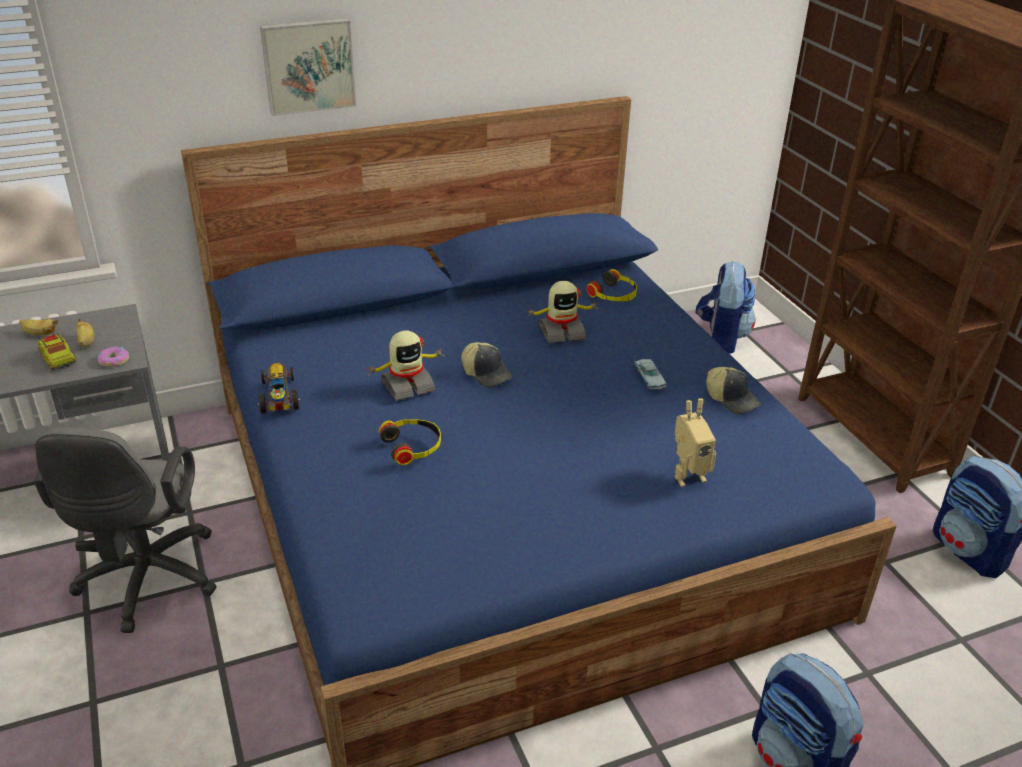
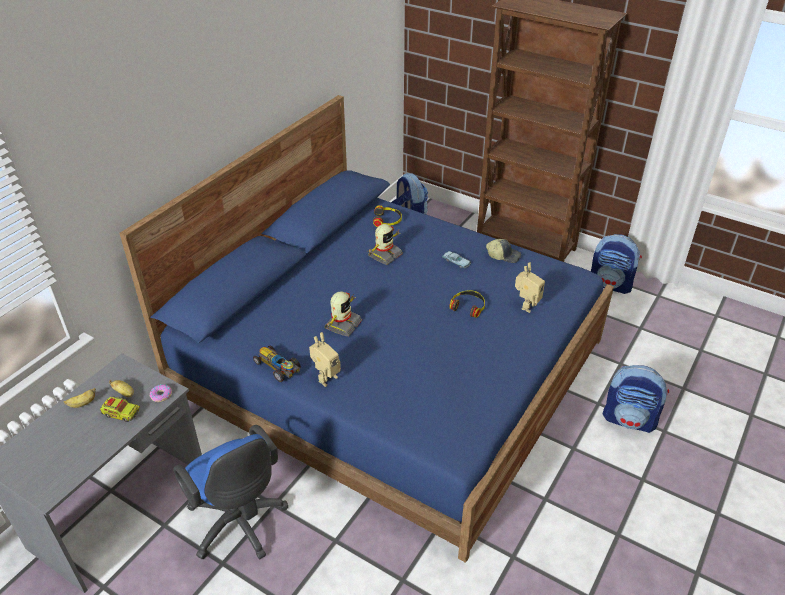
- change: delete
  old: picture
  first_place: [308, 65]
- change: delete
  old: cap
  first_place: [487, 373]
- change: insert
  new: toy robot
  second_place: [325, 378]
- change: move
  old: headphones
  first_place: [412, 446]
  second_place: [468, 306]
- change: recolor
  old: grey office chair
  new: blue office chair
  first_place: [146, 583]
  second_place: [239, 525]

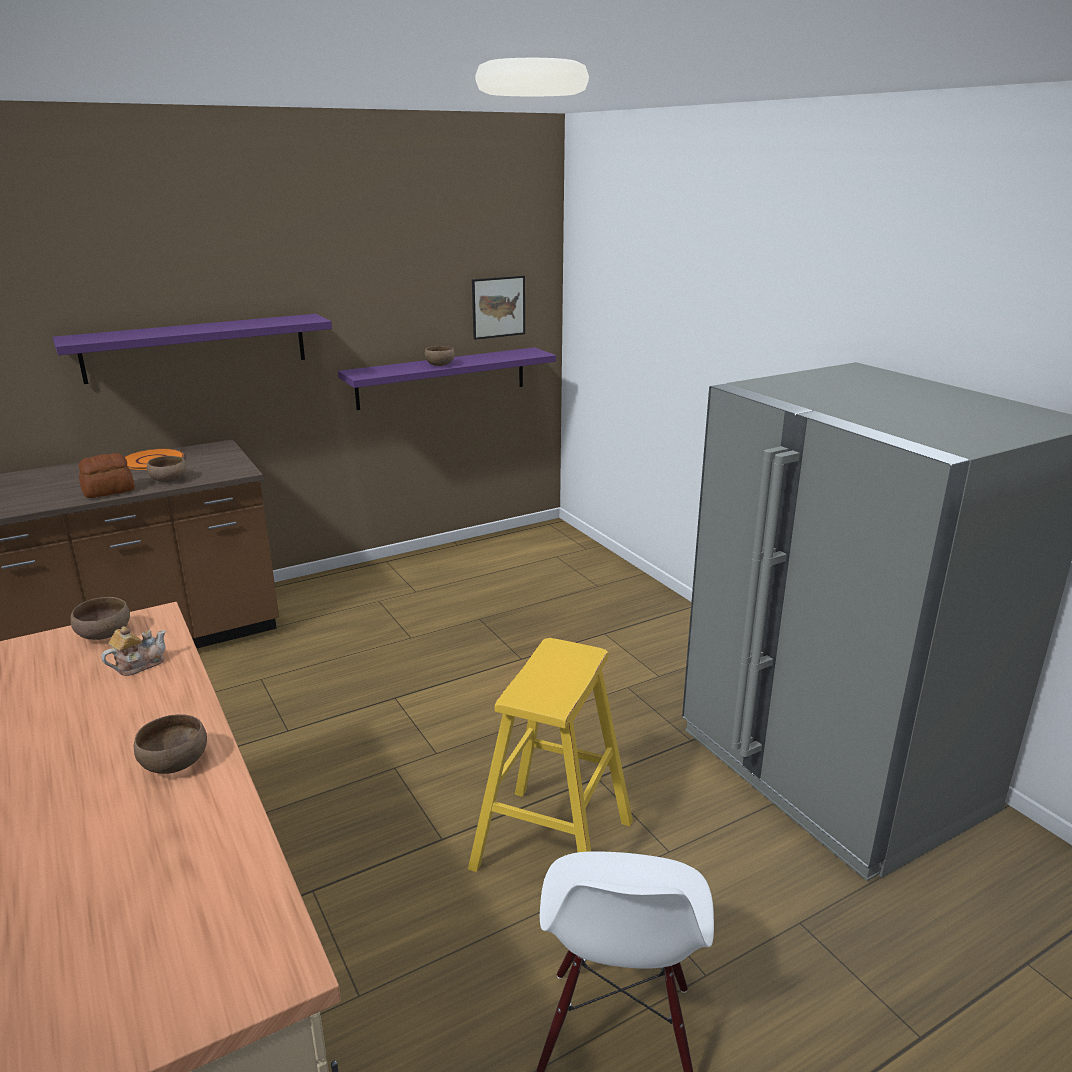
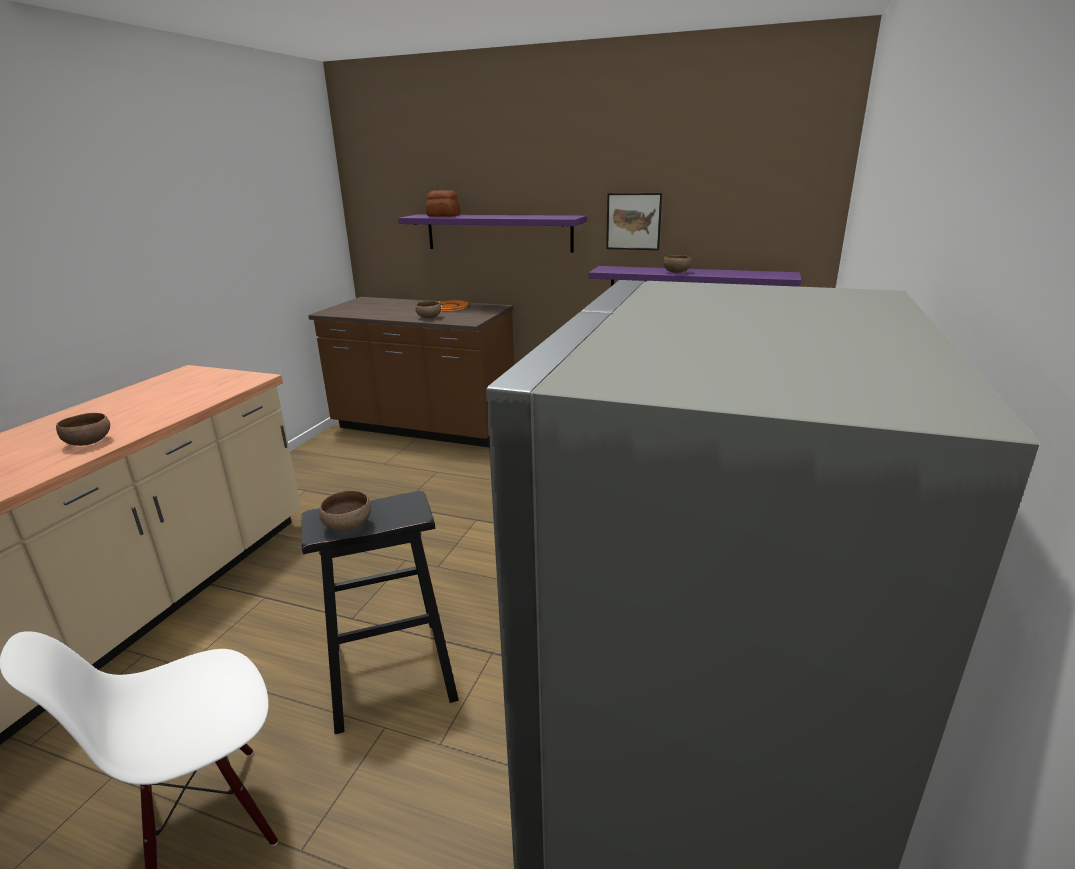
- change: delete
  old: teapot
  first_place: [138, 665]
- change: move
  old: brown bowl
  first_place: [105, 635]
  second_place: [348, 526]
- change: move
  old: bread
  first_place: [108, 491]
  second_place: [443, 216]
- change: move
  old: picture
  first_place: [498, 307]
  second_place: [633, 221]
- change: recolor
  old: yellow stool
  new: black stool
  first_place: [553, 844]
  second_place: [391, 672]

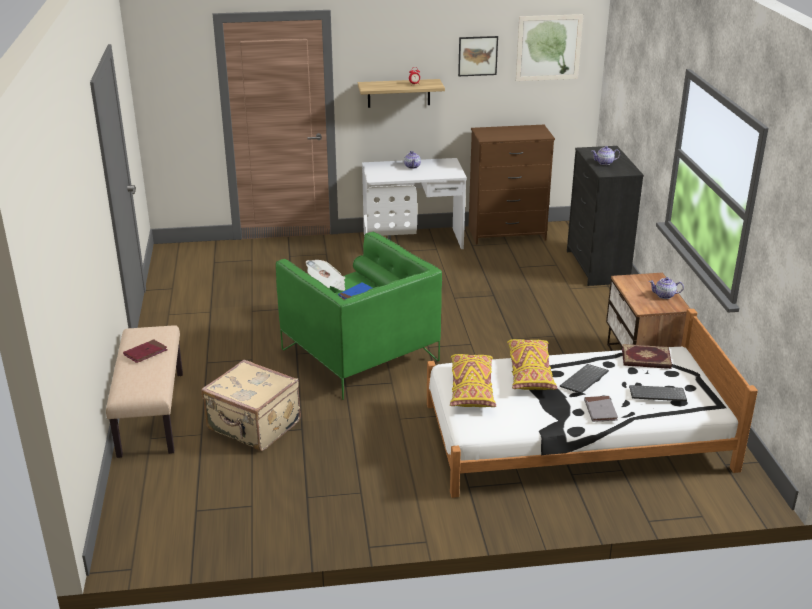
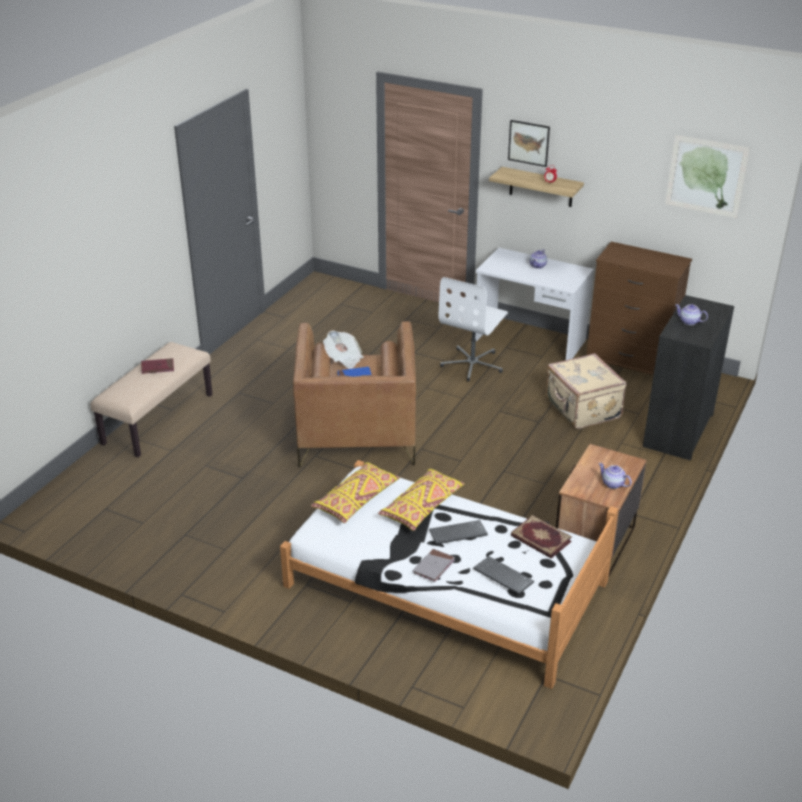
- change: move
  old: beige suitcase
  first_place: [253, 426]
  second_place: [582, 409]
- change: move
  old: picture
  first_place: [477, 56]
  second_place: [528, 143]
- change: recolor
  old: green armchair
  new: brown armchair
  first_place: [360, 355]
  second_place: [357, 433]

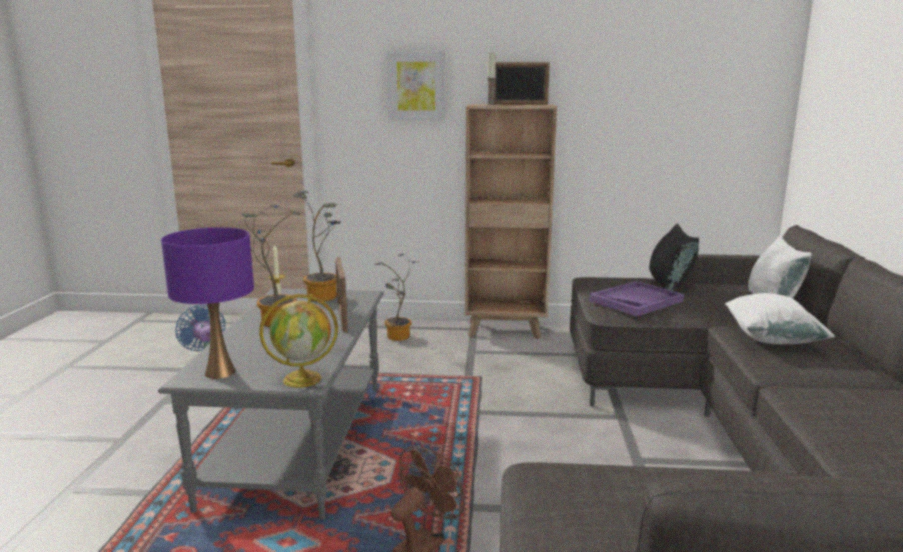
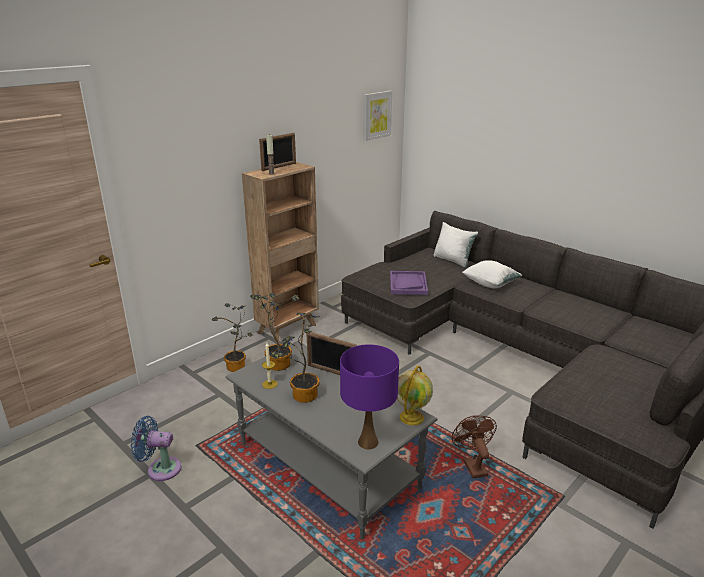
- change: delete
  old: black pillow
  first_place: [669, 285]
- change: move
  old: picture
  first_place: [416, 86]
  second_place: [376, 115]

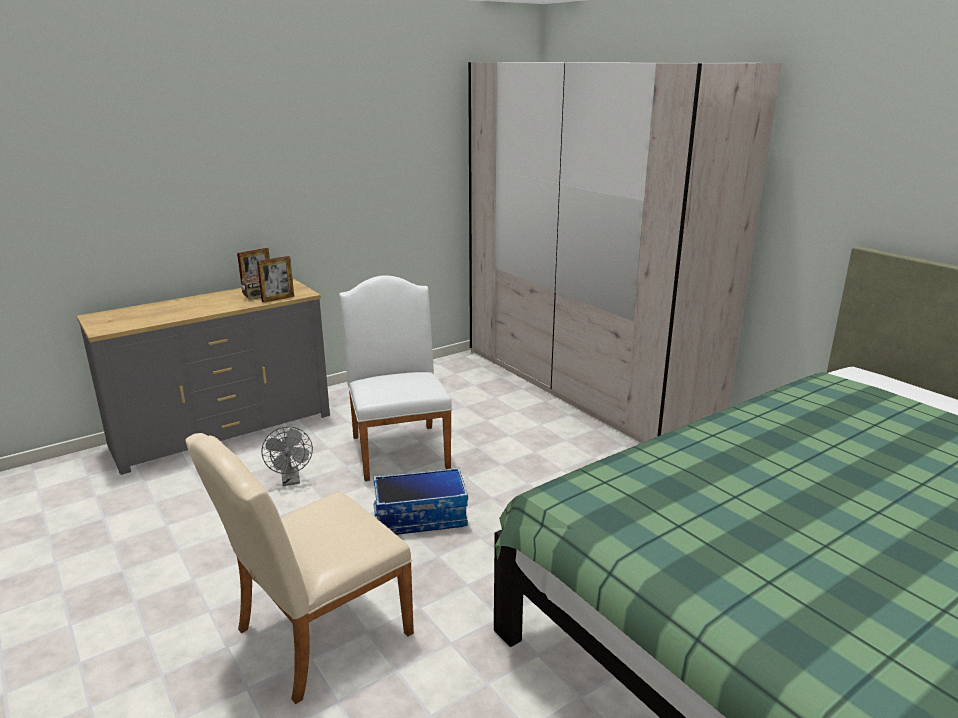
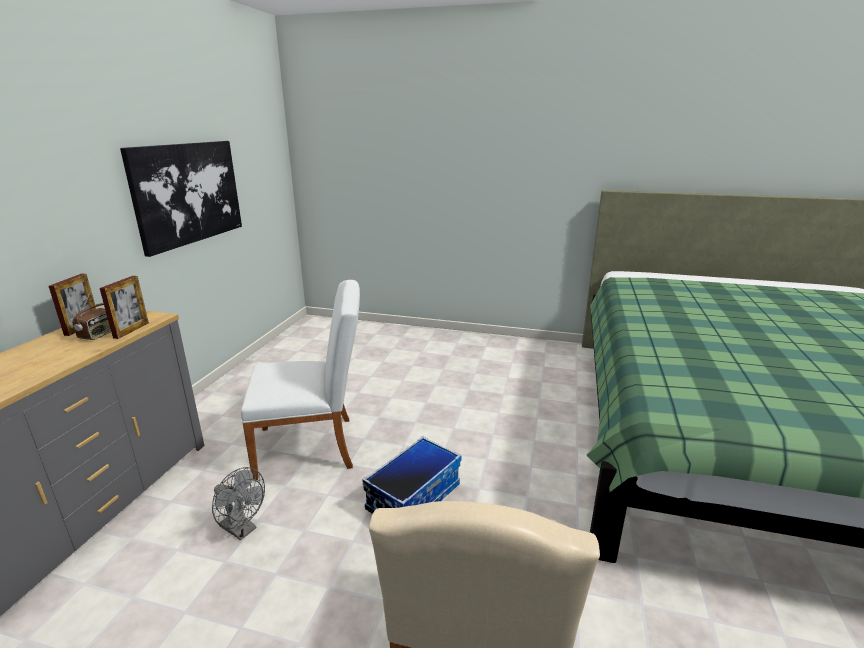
- change: delete
  old: beige wardrobe
  first_place: [584, 385]
- change: insert
  new: picture
  second_place: [188, 193]
- change: rotate
  old: white chair
  first_place: [399, 447]
  second_place: [314, 446]
  degrees: 135

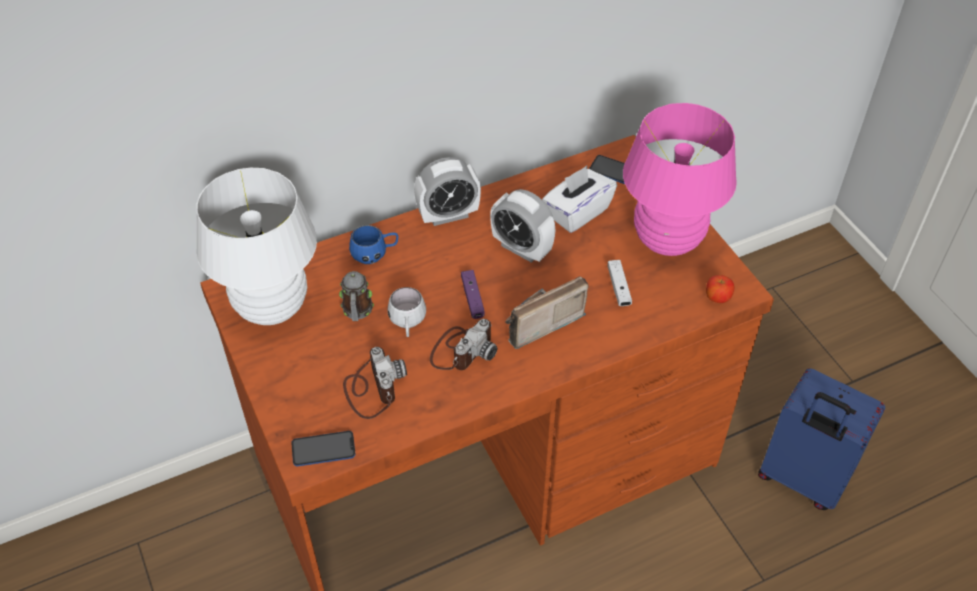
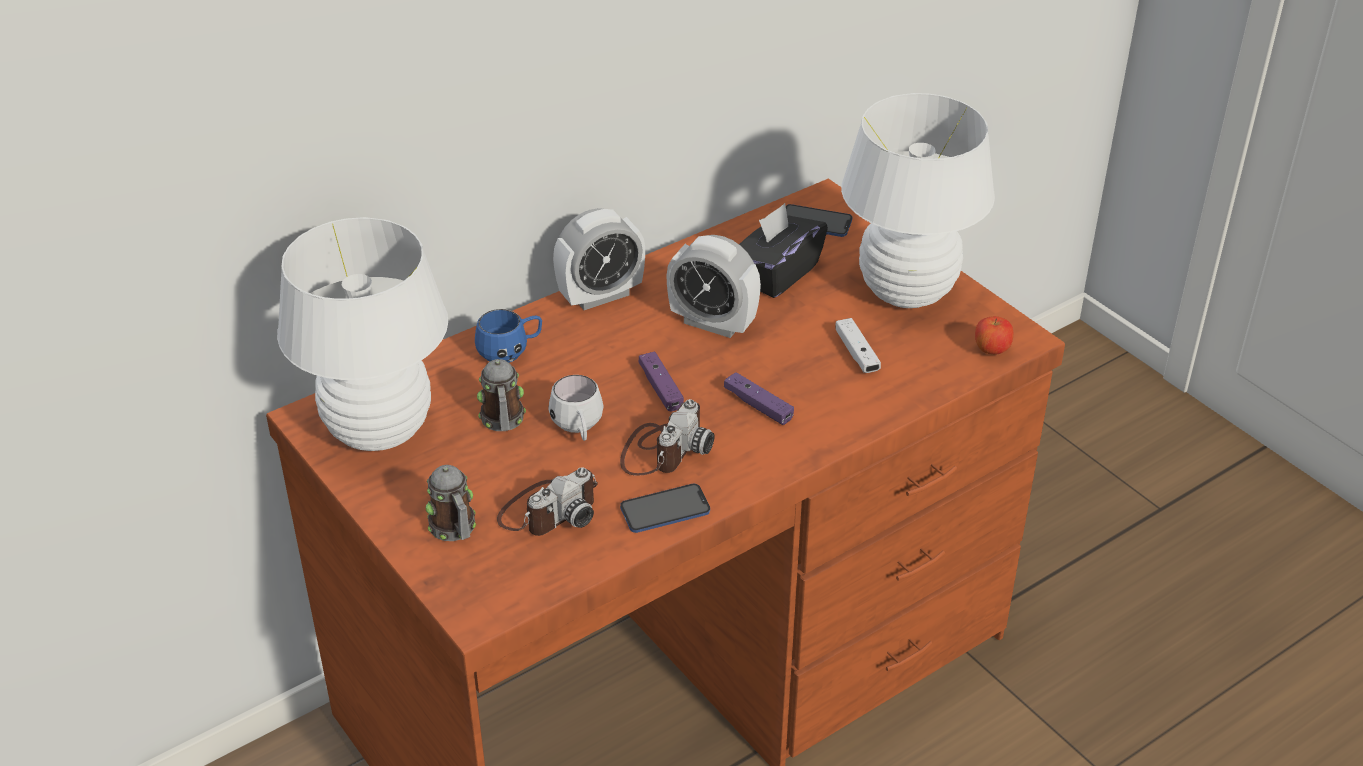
- change: delete
  old: blue suitcase
  first_place: [801, 479]
- change: insert
  new: mug
  second_place: [455, 530]
- change: move
  old: phone
  first_place: [323, 449]
  second_place: [665, 510]
- change: replace
  old: radio
  new: purple game controller
  first_place: [537, 322]
  second_place: [758, 405]
- change: recolor
  old: white tissue box
  new: black tissue box
  first_place: [577, 212]
  second_place: [777, 274]
- change: recolor
  old: pink table lamp
  new: white table lamp
  first_place: [667, 240]
  second_place: [906, 292]
- change: rotate
  old: photo camera
  first_place: [372, 388]
  second_place: [549, 511]
  degrees: 75

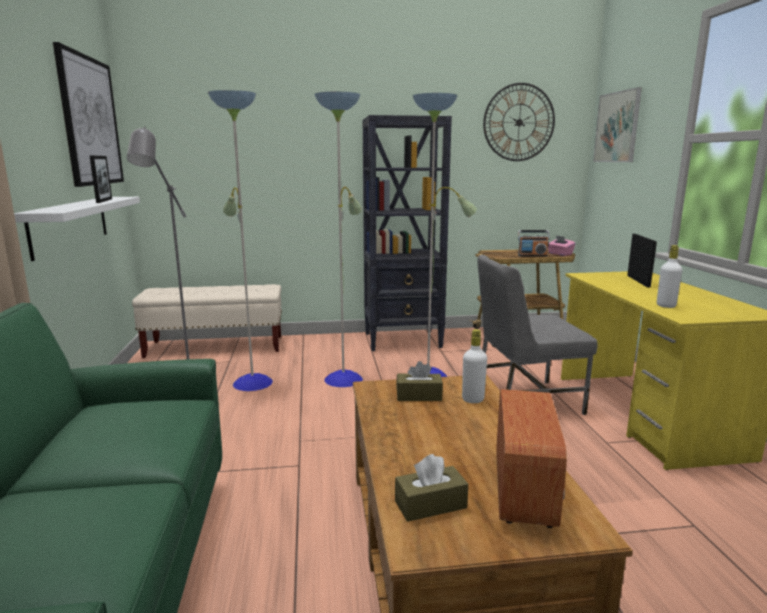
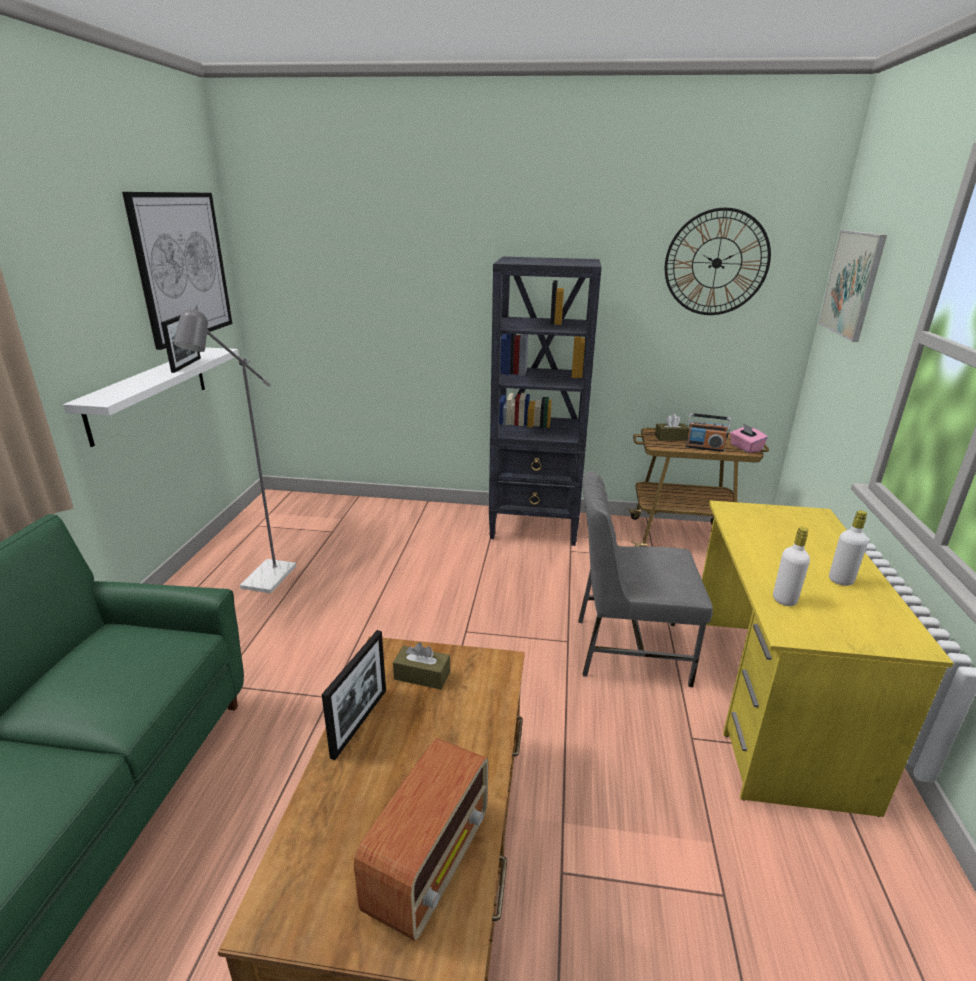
- change: delete
  old: beige bench
  first_place: [215, 347]
- change: delete
  old: floor lamp
  first_place: [343, 378]
- change: move
  old: brown tissue box
  first_place: [430, 504]
  second_place: [671, 438]
- change: move
  old: white bottle
  first_place: [473, 399]
  second_place: [841, 580]
- change: move
  old: picture frame
  first_place: [638, 281]
  second_place: [359, 722]

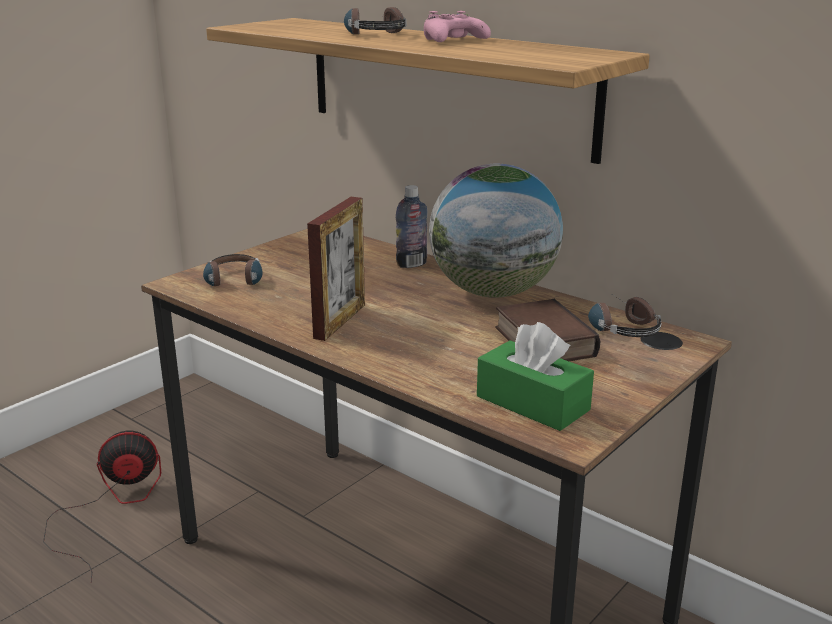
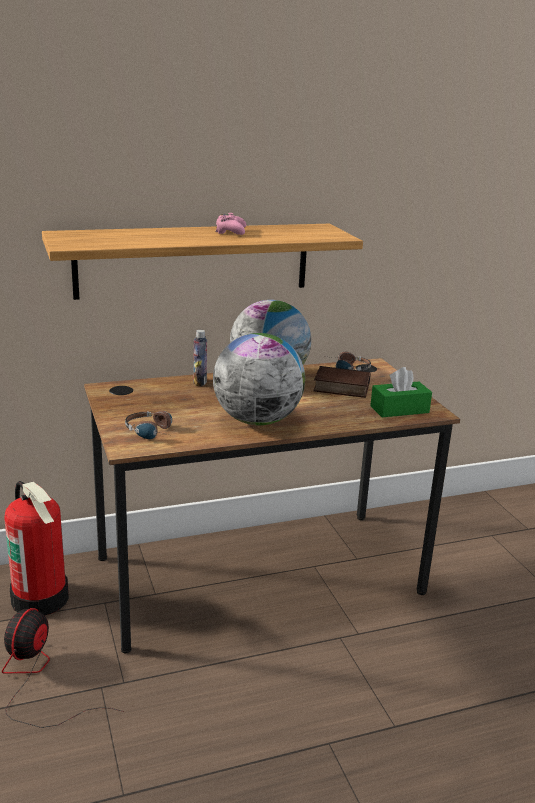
- change: delete
  old: headphones
  first_place: [374, 33]
- change: insert
  new: fire extinguisher
  second_place: [41, 598]
- change: replace
  old: picture frame
  new: globe
  first_place: [340, 321]
  second_place: [257, 420]

